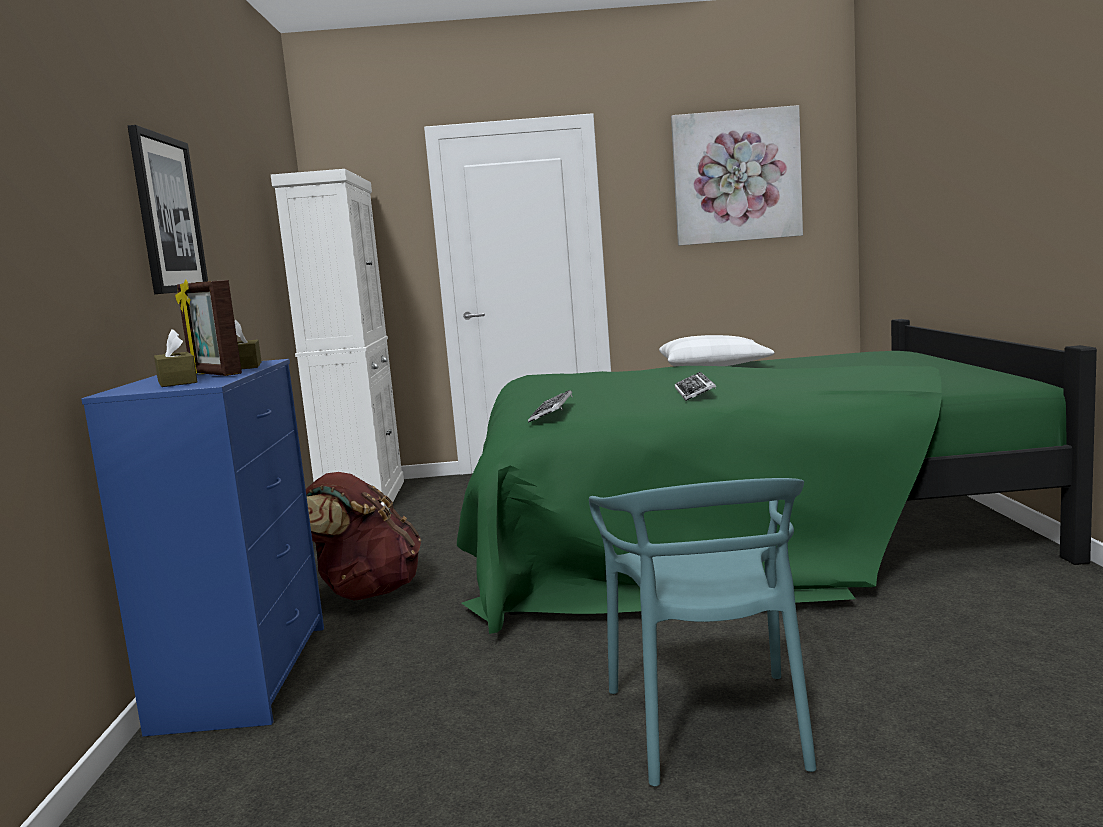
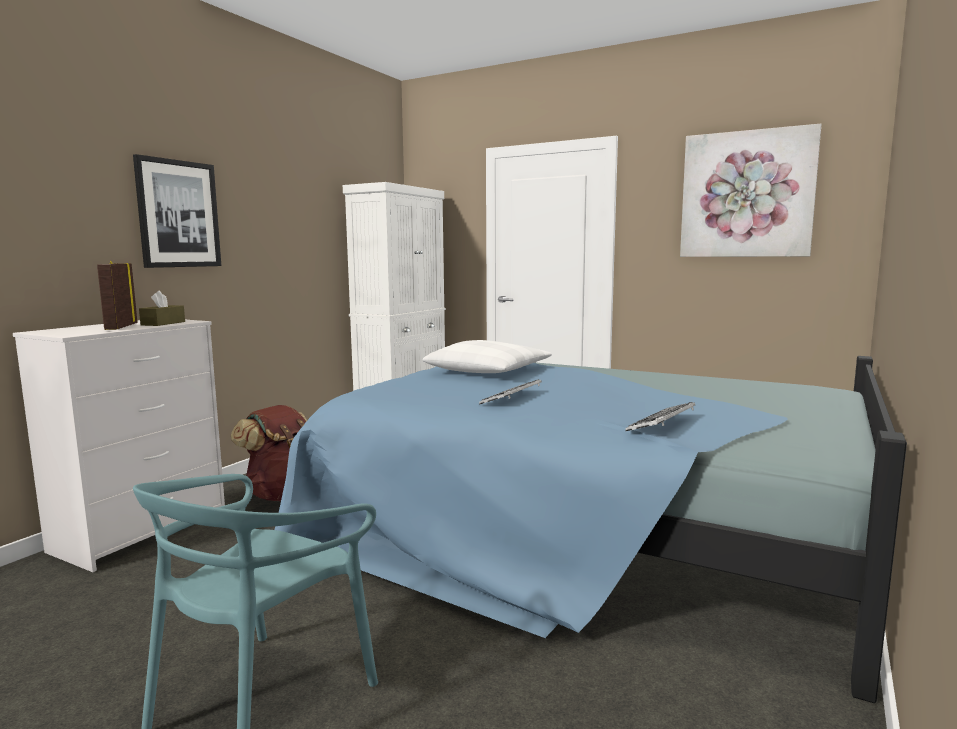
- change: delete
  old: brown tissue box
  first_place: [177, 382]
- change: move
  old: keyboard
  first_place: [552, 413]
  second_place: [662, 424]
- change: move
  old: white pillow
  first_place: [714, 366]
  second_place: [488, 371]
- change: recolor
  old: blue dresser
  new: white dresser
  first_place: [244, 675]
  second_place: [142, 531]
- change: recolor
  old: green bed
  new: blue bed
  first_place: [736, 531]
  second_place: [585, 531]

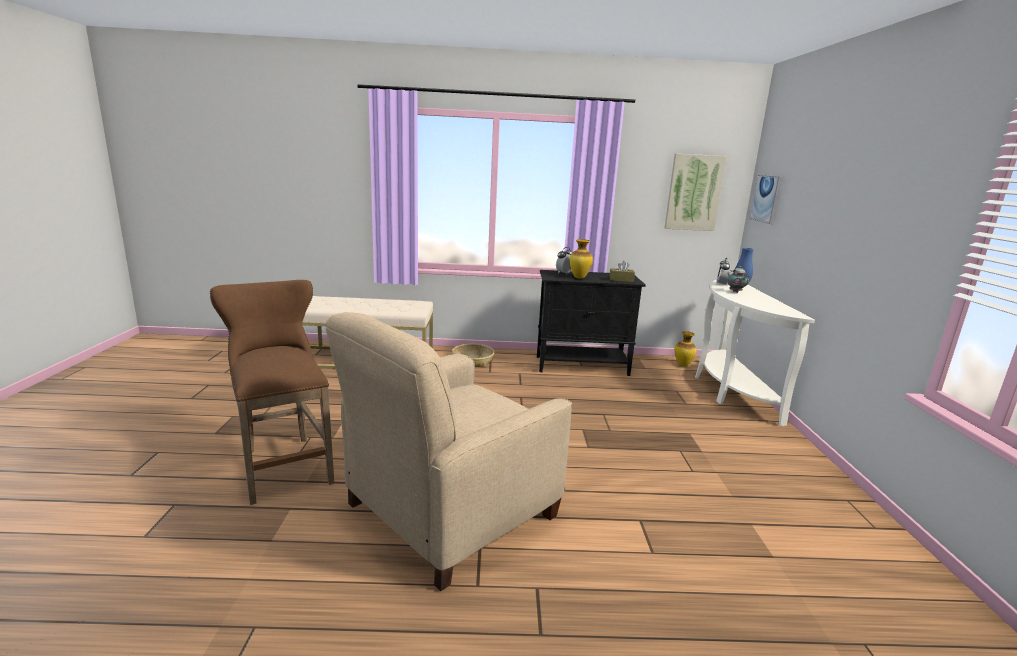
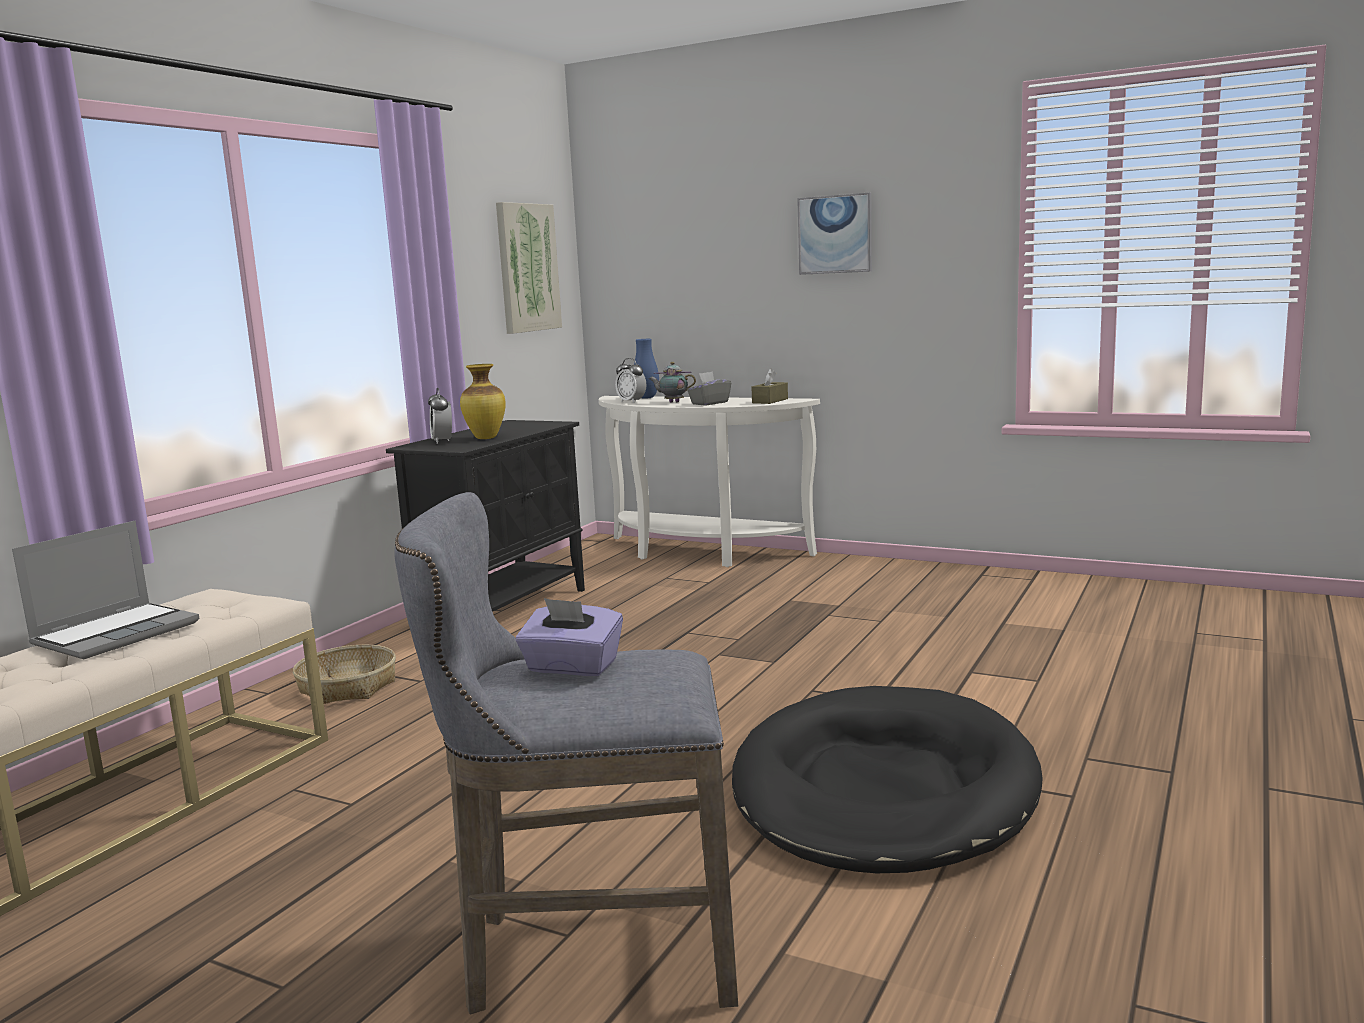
- change: delete
  old: vase
  first_place: [683, 365]
- change: insert
  new: laptop
  second_place: [117, 633]
- change: insert
  new: purple tissue box
  second_place: [572, 667]
- change: insert
  new: grey tissue box
  second_place: [709, 403]
- change: move
  old: brown tissue box
  first_place: [621, 280]
  second_place: [770, 401]
- change: move
  old: picture
  first_place: [766, 199]
  second_place: [835, 234]
- change: replace
  old: beige armchair
  new: black dog bed
  first_place: [449, 511]
  second_place: [883, 790]
- change: recolor
  old: brown stool
  new: grey stool
  first_place: [284, 464]
  second_place: [587, 954]

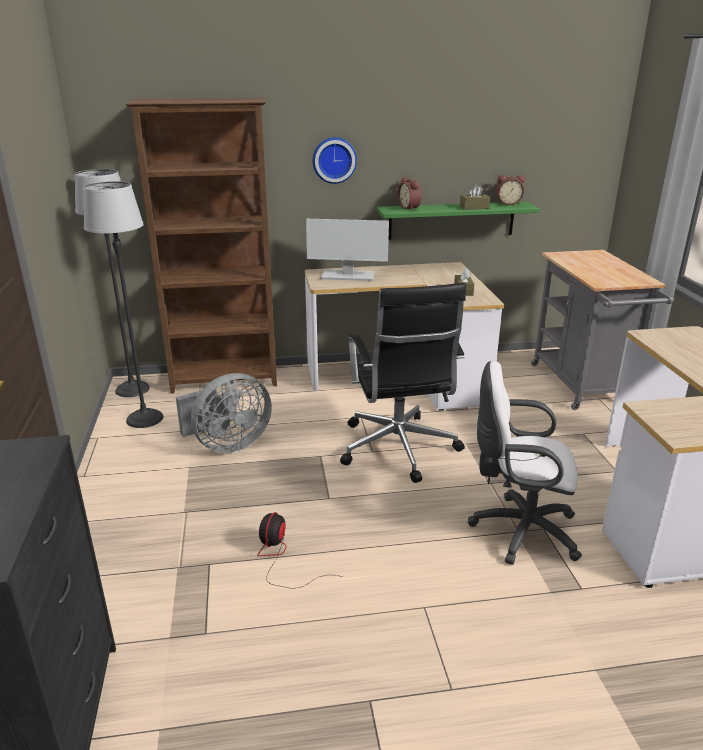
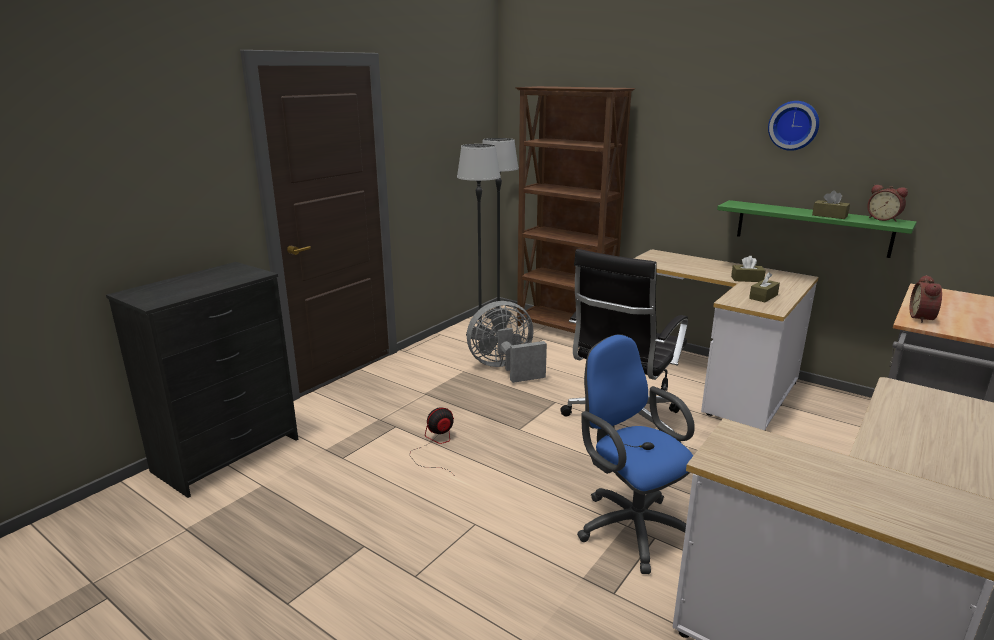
- change: delete
  old: monitor
  first_place: [347, 276]
- change: insert
  new: brown tissue box
  second_place: [747, 279]
- change: move
  old: wall clock
  first_place: [334, 160]
  second_place: [794, 125]
- change: move
  old: alarm clock
  first_place: [410, 208]
  second_place: [923, 318]
- change: recolor
  old: white office chair
  new: blue office chair
  first_place: [519, 530]
  second_place: [629, 525]
- change: rotate
  old: grey fan
  first_place: [228, 444]
  second_place: [505, 368]
  degrees: 150

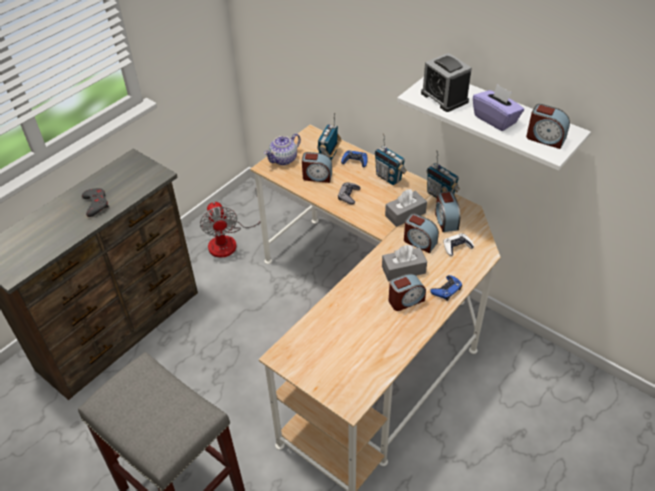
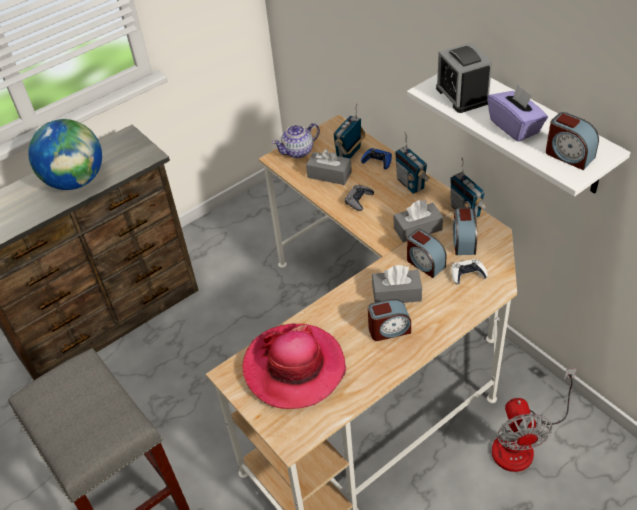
- change: delete
  old: blue game controller
  first_place: [446, 290]
- change: insert
  new: hat
  second_place: [294, 368]
- change: move
  old: fan
  first_place: [229, 240]
  second_place: [522, 442]
- change: replace
  old: grey game controller
  new: globe
  first_place: [96, 204]
  second_place: [76, 181]
- change: replace
  old: alarm clock
  new: grey tissue box
  first_place: [317, 176]
  second_place: [329, 175]

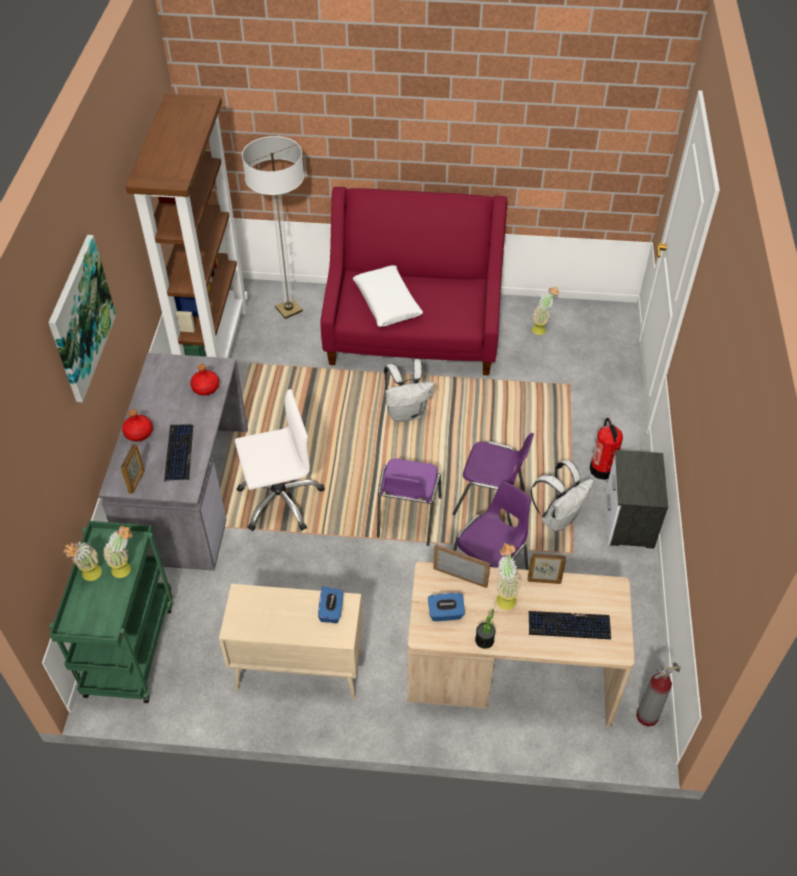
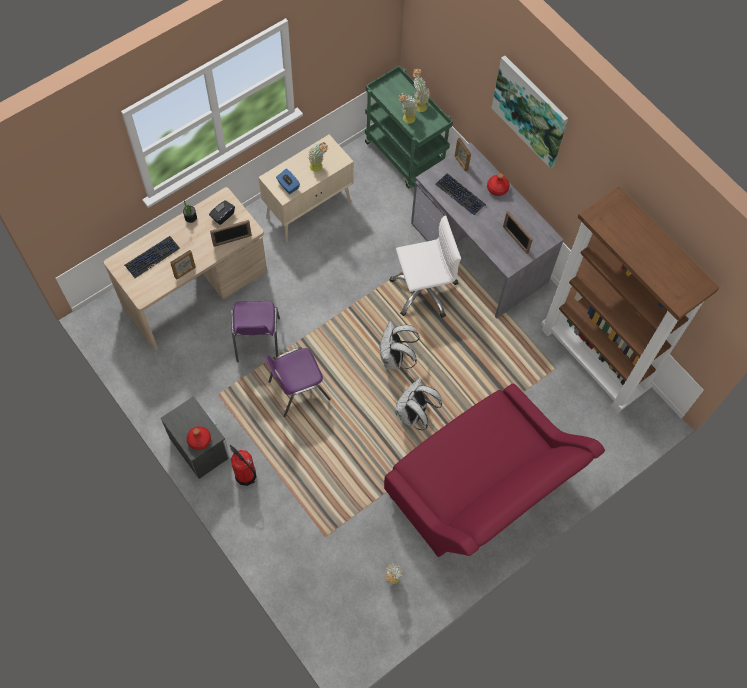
- change: delete
  old: floor lamp
  first_place: [289, 309]
- change: delete
  old: white pillow
  first_place: [387, 302]
- change: delete
  old: purple chair
  first_place: [407, 518]
- change: delete
  old: fire extinguisher
  first_place: [647, 716]
- change: insert
  new: picture frame
  second_place: [515, 239]
- change: move
  old: red bottle
  first_place: [206, 387]
  second_place: [199, 440]
- change: move
  old: potted plant
  first_place: [504, 596]
  second_place: [319, 168]
- change: move
  old: white backpack
  first_place: [558, 517]
  second_place: [395, 358]
- change: recolor
  old: blue tissue box
  new: black tissue box
  first_place: [445, 613]
  second_place: [222, 216]
- change: rotate
  old: white office chair
  first_place: [280, 499]
  second_place: [423, 290]
  degrees: -135

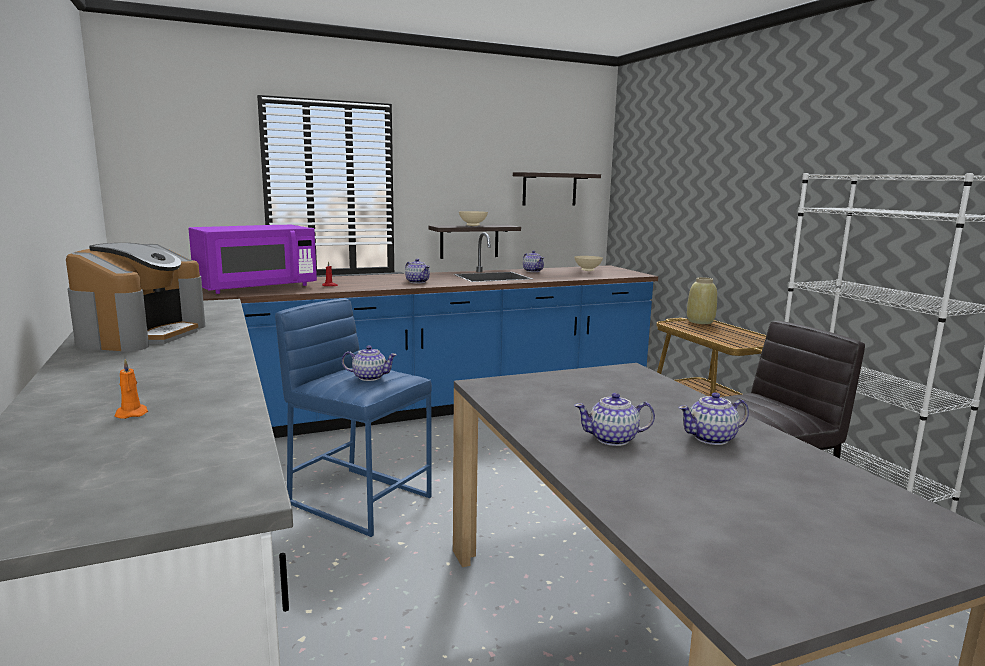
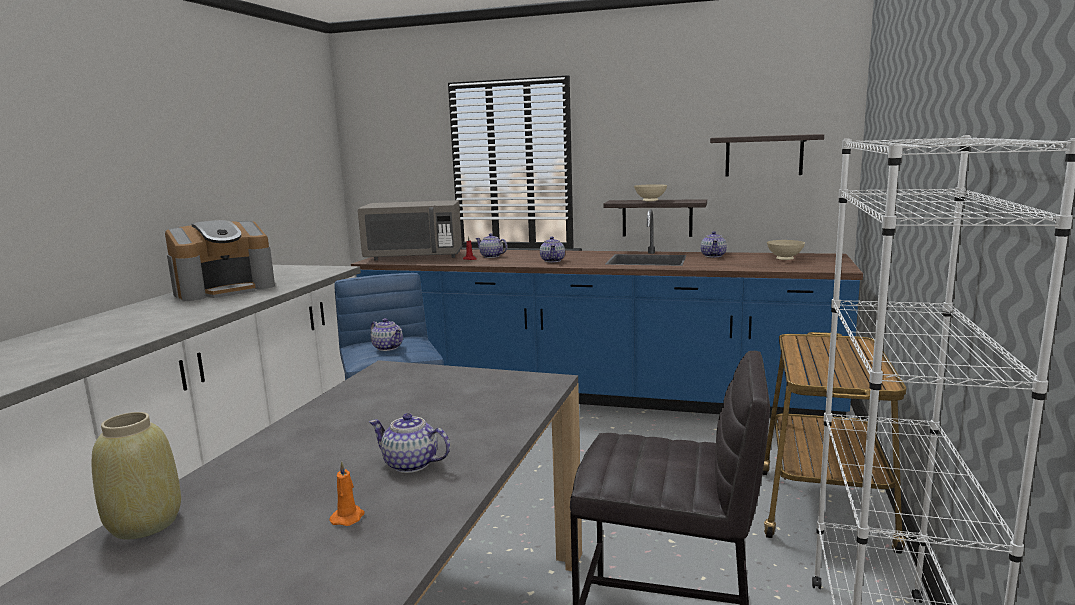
- change: move
  old: orange candle
  first_place: [131, 413]
  second_place: [348, 517]
- change: move
  old: teapot
  first_place: [613, 439]
  second_place: [491, 256]
- change: move
  old: beige vase
  first_place: [700, 322]
  second_place: [143, 524]
- change: recolor
  old: purple microwave
  new: grey microwave
  first_place: [256, 287]
  second_place: [414, 257]

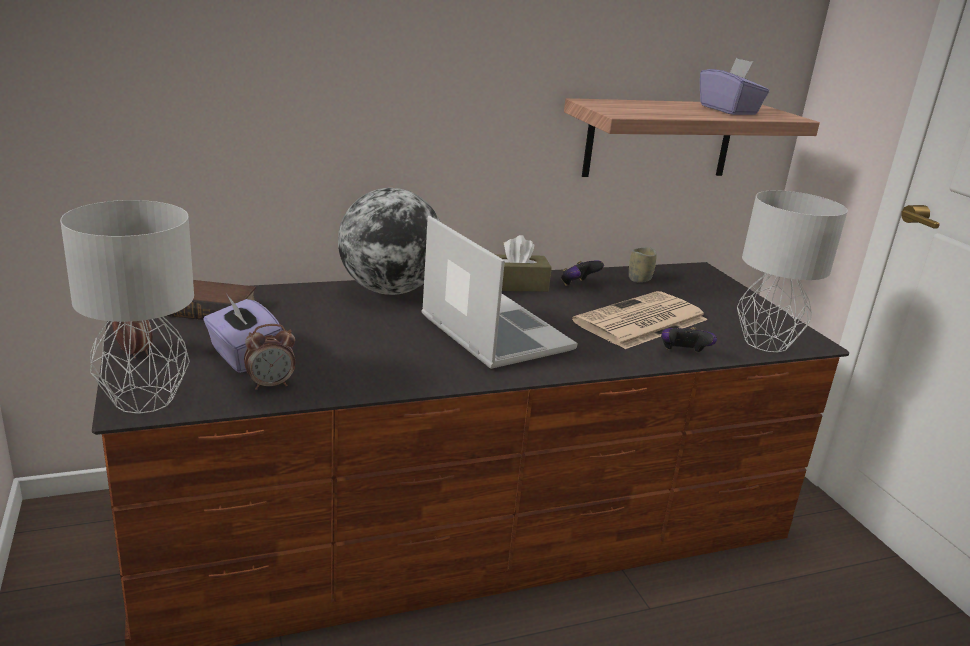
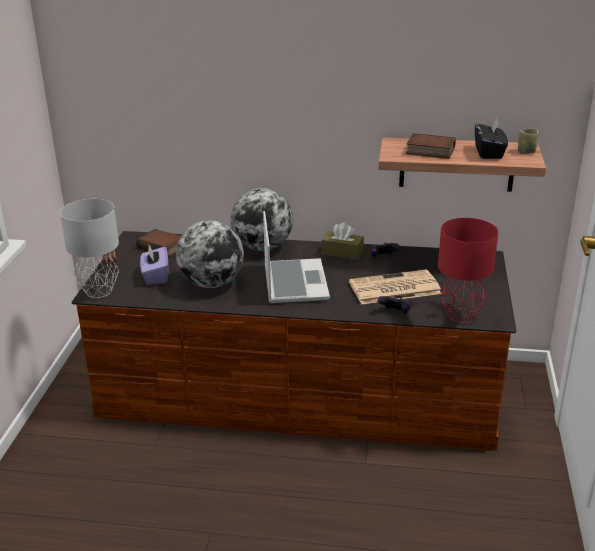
- change: delete
  old: alarm clock
  first_place: [271, 385]
- change: insert
  new: globe
  second_place: [211, 283]
- change: insert
  new: book
  second_place: [429, 151]
- change: move
  old: cup
  first_place: [639, 279]
  second_place: [526, 152]
- change: recolor
  old: purple tissue box
  new: black tissue box
  first_place: [728, 110]
  second_place: [489, 153]
- change: recolor
  old: grey table lamp
  new: red table lamp
  first_place: [765, 342]
  second_place: [461, 314]

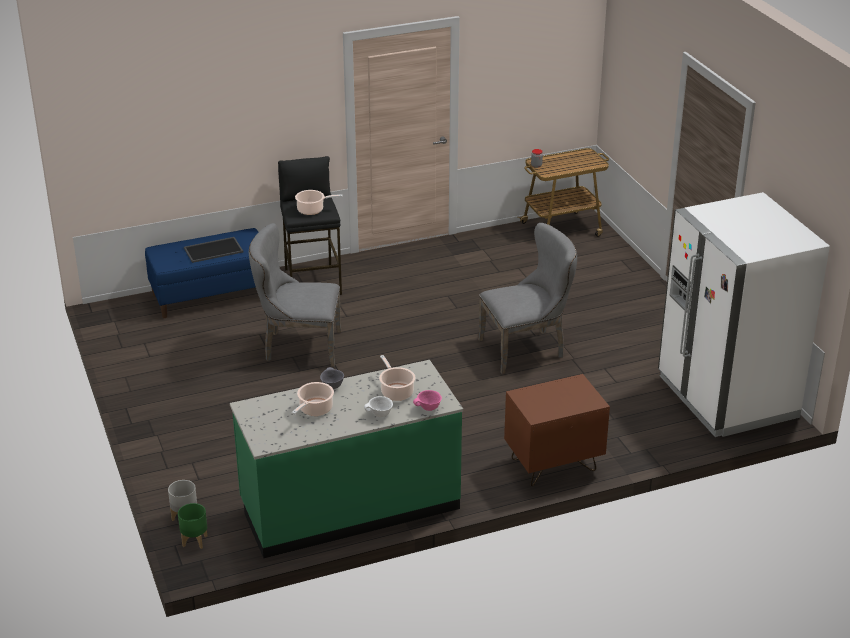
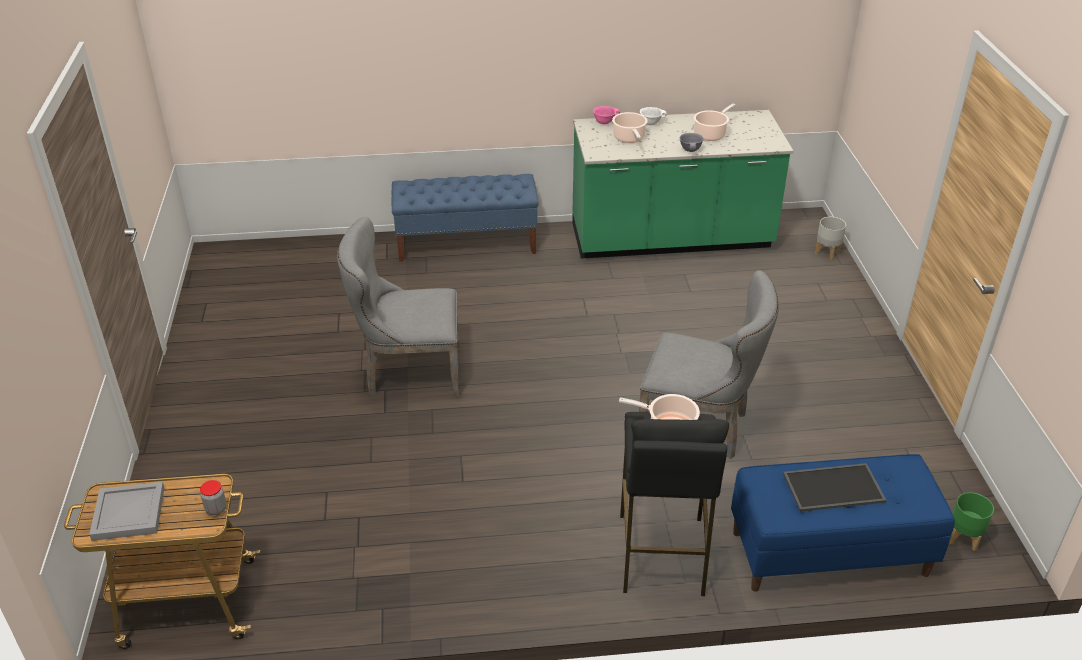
- change: delete
  old: white fridge
  first_place: [726, 397]
- change: insert
  new: grey tray
  second_place: [128, 513]
- change: move
  old: green planter
  first_place: [194, 541]
  second_place: [964, 538]
- change: replace
  old: brown nightstand
  new: blue bench
  first_place: [553, 465]
  second_place: [467, 243]

